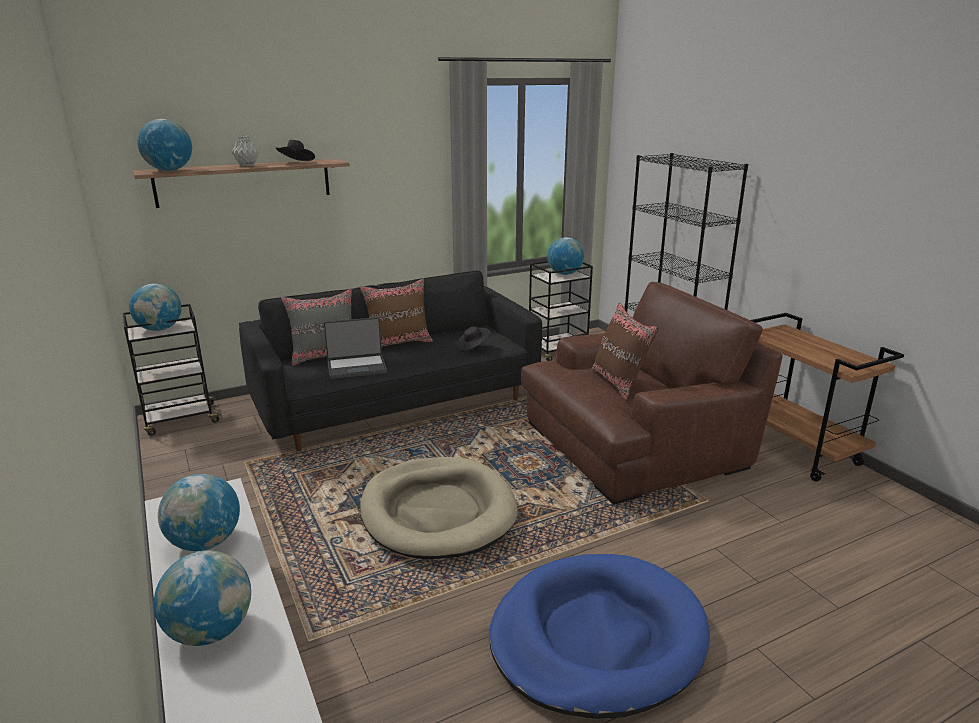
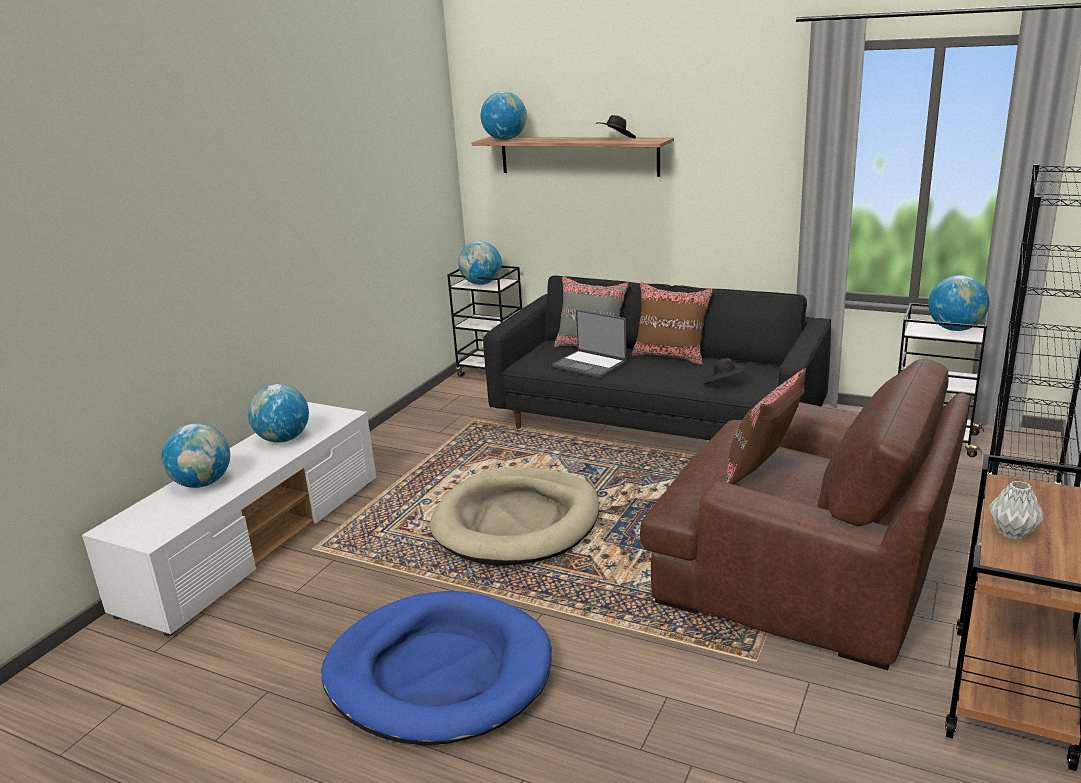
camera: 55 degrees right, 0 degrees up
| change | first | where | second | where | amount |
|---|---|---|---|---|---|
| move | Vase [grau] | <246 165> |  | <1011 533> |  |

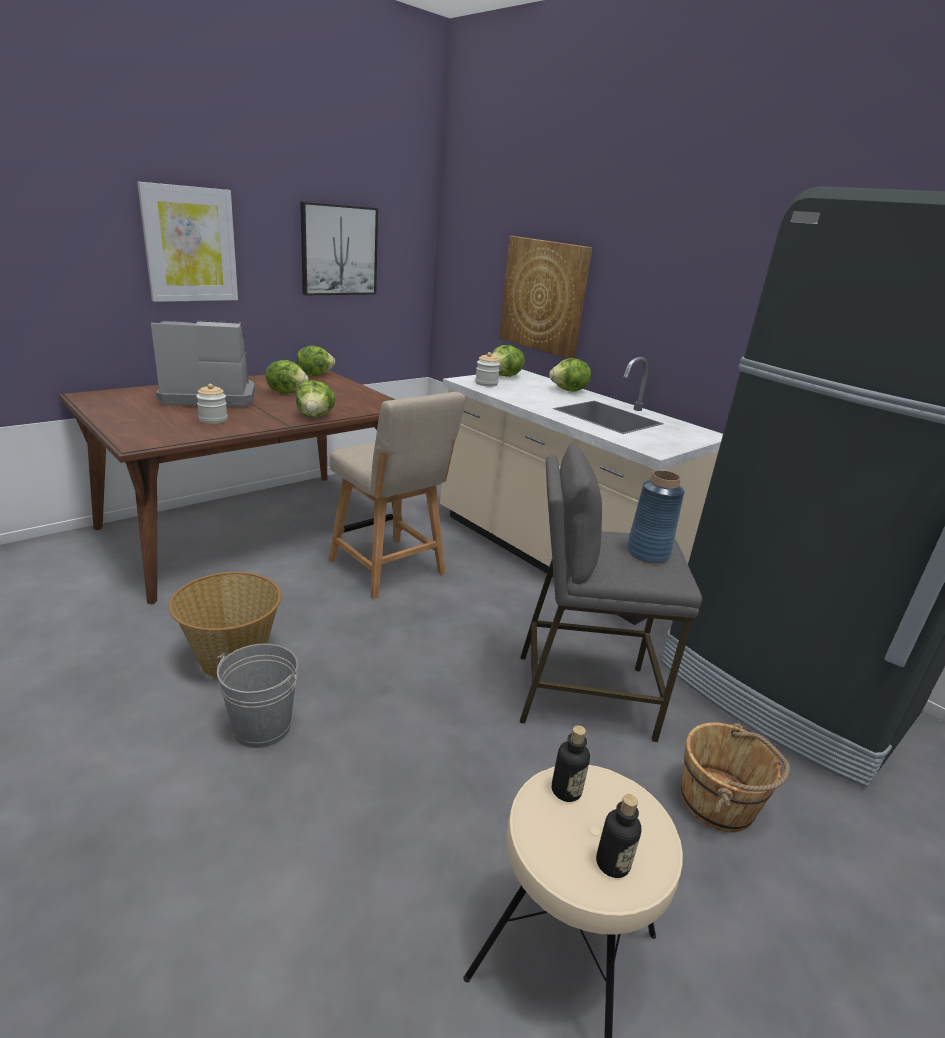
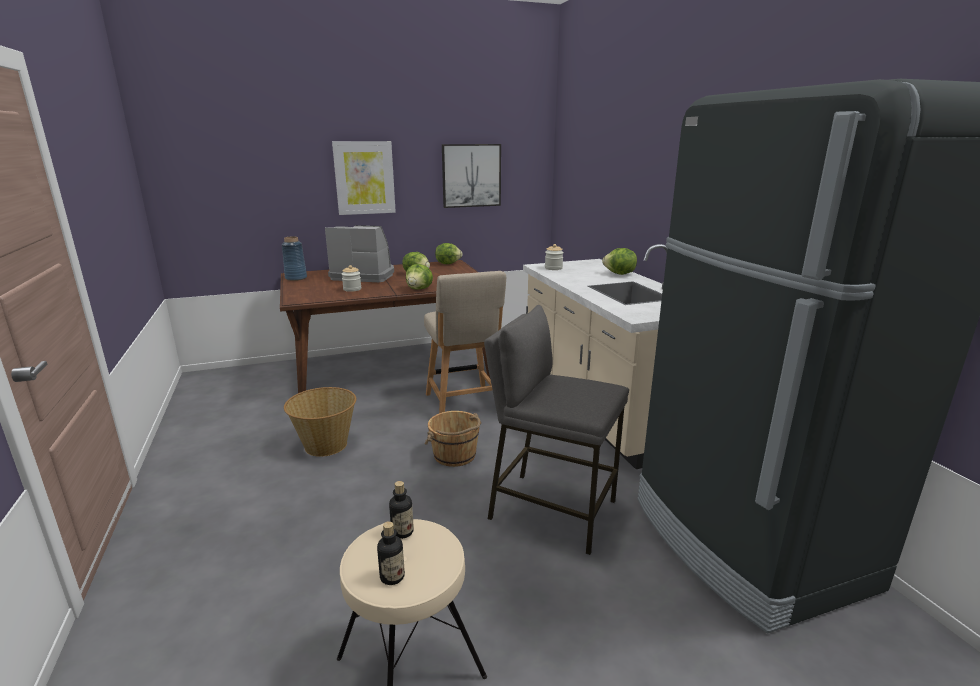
camera: 25 degrees right, 5 degrees down
| change | first | where | second | where | amount |
|---|---|---|---|---|---|
| delete | Bild | <544 296> |  |  |  |
| delete | Salatkopf | <505 376> |  |  |  |
| move | Vase [blau] | <647 553> |  | <296 278> |  |
| delete | Eimer [grau] | <262 727> |  |  |  |
| move | Eimer [braun] | <718 802> |  | <455 455> |  |

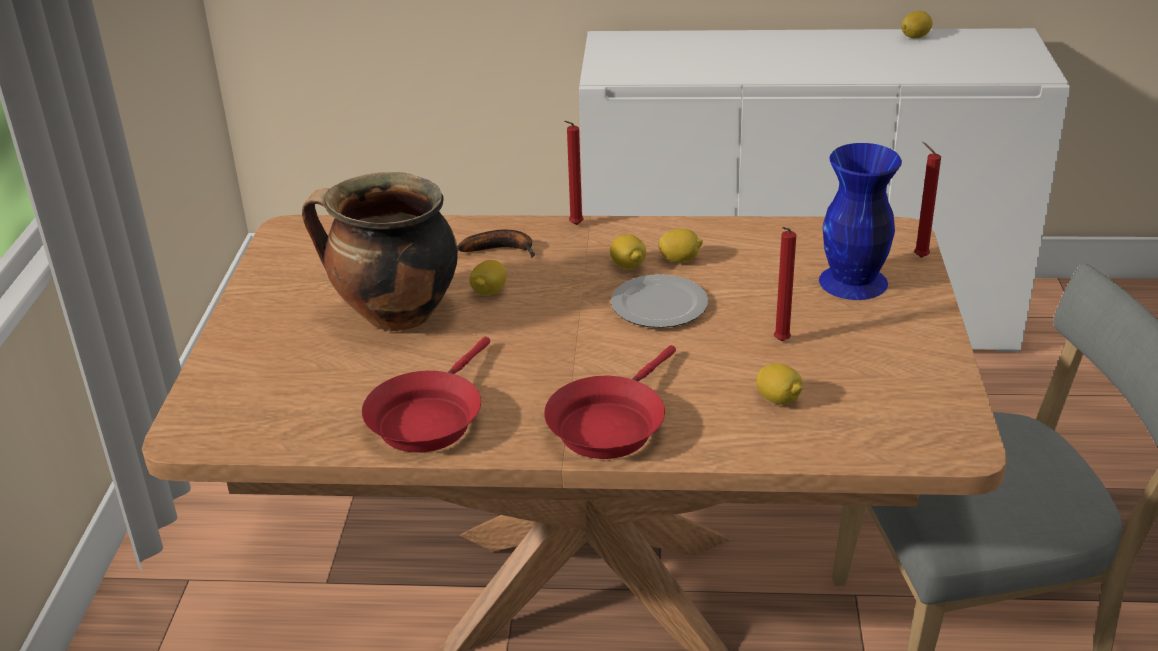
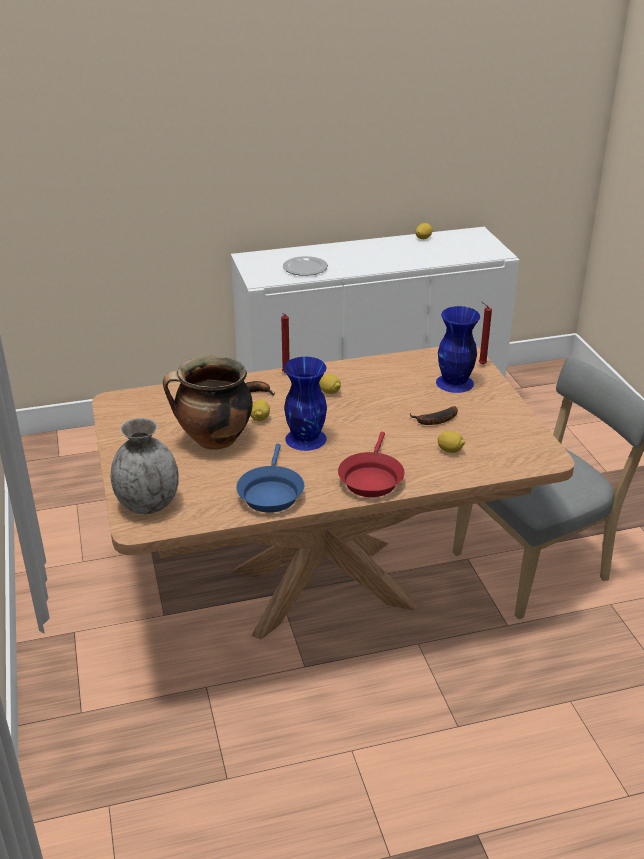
camera: 20 degrees left, 0 degrees up
| change | first | where | second | where | amount |
|---|---|---|---|---|---|
| replace | Kerze [rot] | <780 342> | Banane | <434 421> |  |
| delete | Zitrone | <680 259> |  |  |  |
| move | Teller | <659 304> |  | <305 268> |  |
| recolor | Pfanne [rot] | <428 418> | Pfanne [blau] | <270 493> |  |
| insert |  |  | Vase [blau] | <305 438> |  |
| insert |  |  | Vase [grau] | <148 504> |  |

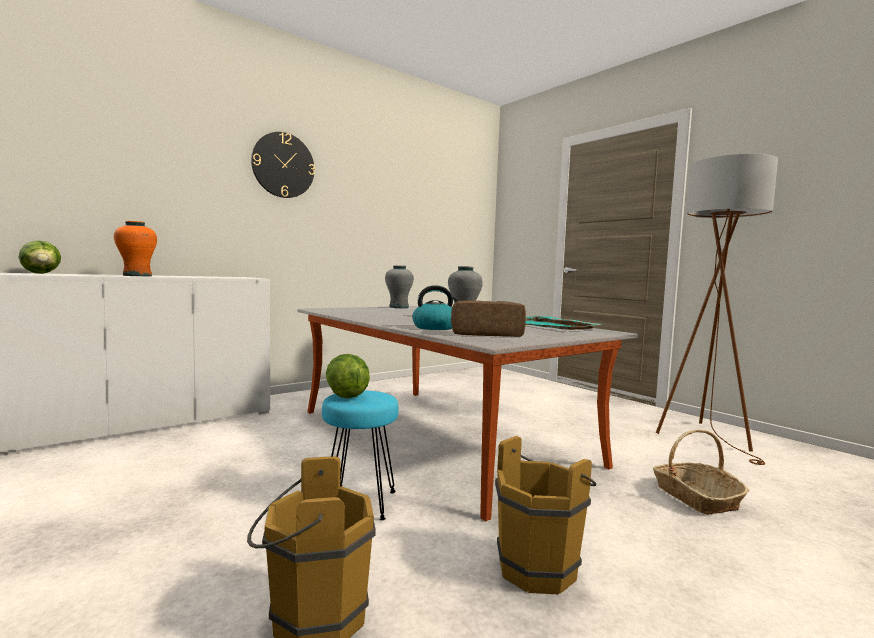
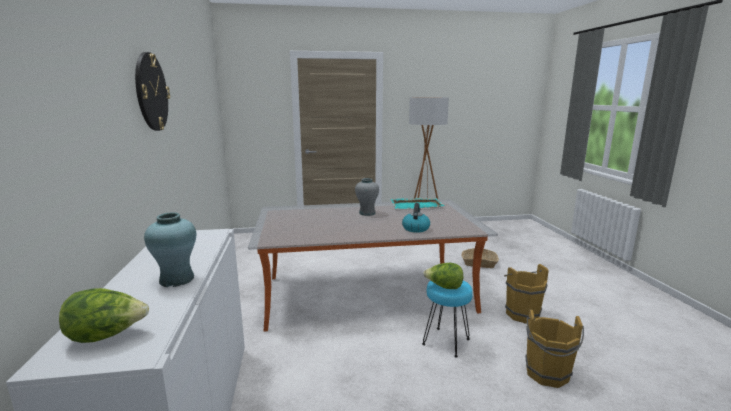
camera: 60 degrees left, 10 degrees up
| change | first | where | second | where | amount |
|---|---|---|---|---|---|
| recolor | Vase [orange] | <137 276> | Vase [türkis] | <177 279> |  |
| delete | Vase [grau] | <399 307> |  |  |  |
| delete | Brot | <487 334> |  |  |  |

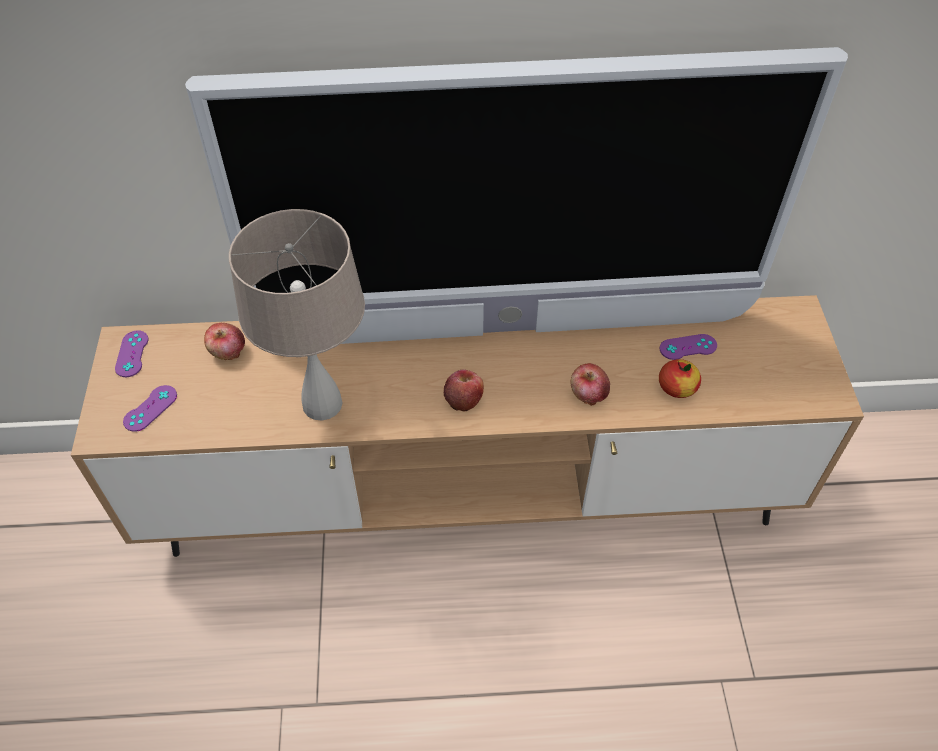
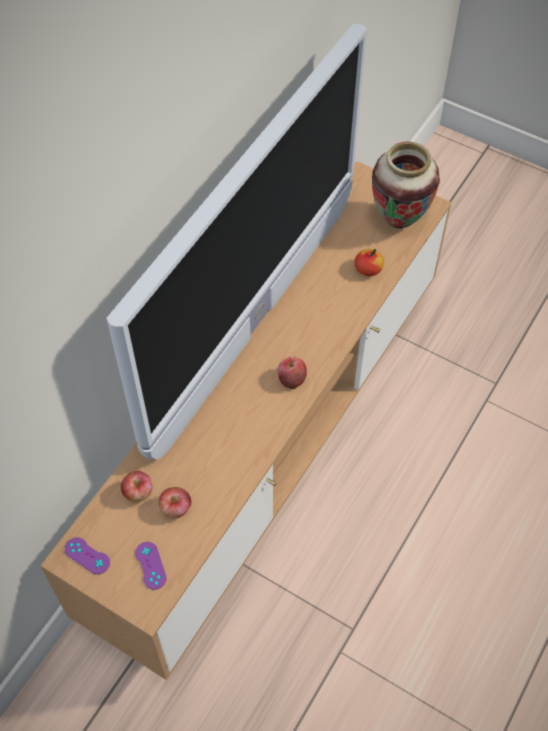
camera: 55 degrees left, 5 degrees up
| change | first | where | second | where | amount |
|---|---|---|---|---|---|
| delete | Tischlampe [beige] | <321 403> |  |  |  |
| delete | Gamepad [lila] | <688 347> |  |  |  |
| move | Apfel | <588 394> |  | <176 508> |  |
| insert |  |  | Vase | <399 221> |  |

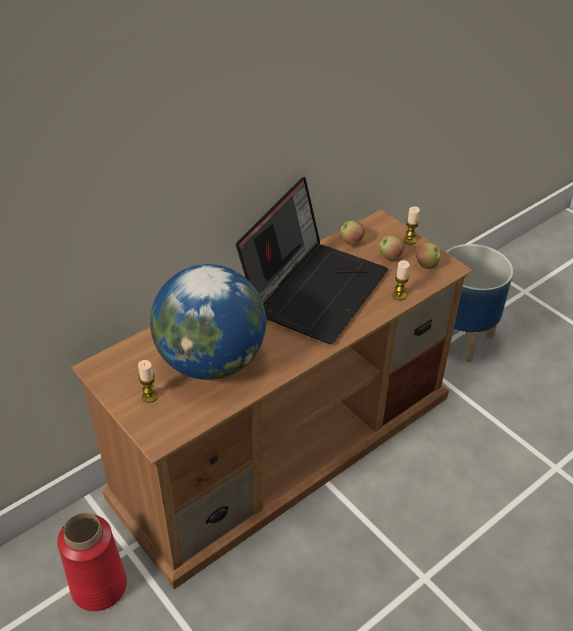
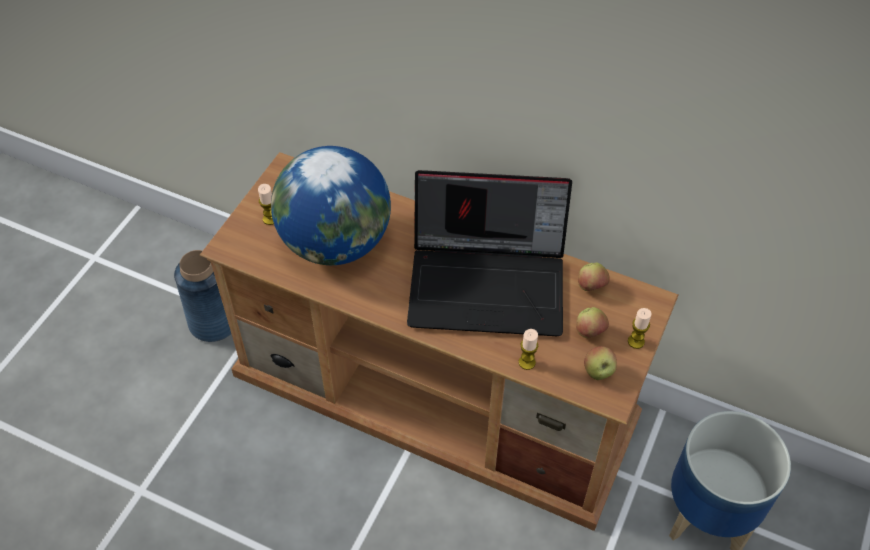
camera: 65 degrees right, 10 degrees up
| change | first | where | second | where | amount |
|---|---|---|---|---|---|
| recolor | Vase [rot] | <99 587> | Vase [blau] | <213 322> |  |

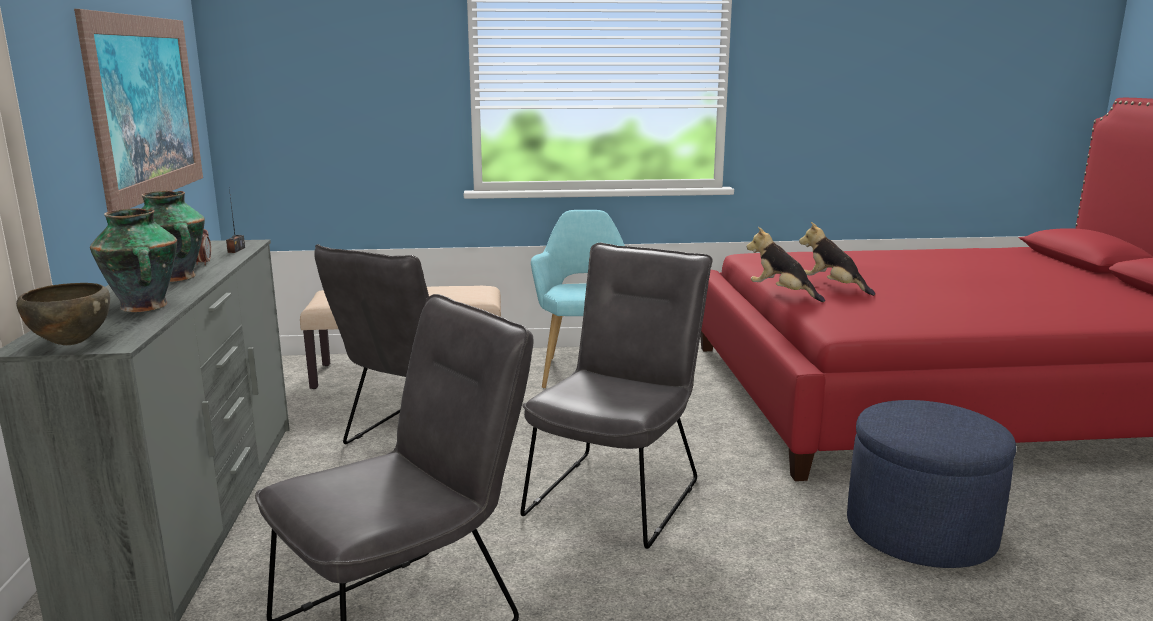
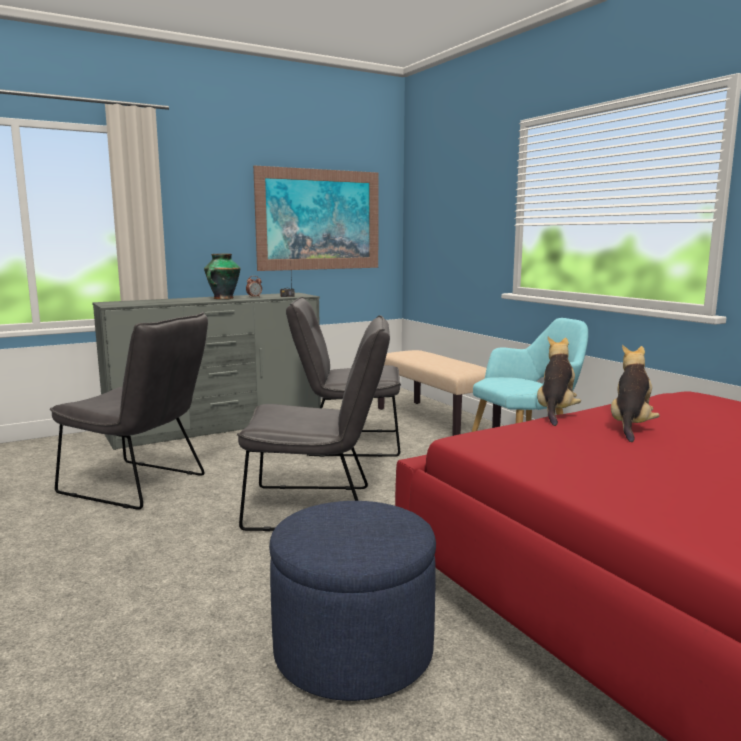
camera: 65 degrees right, 5 degrees down
| change | first | where | second | where | amount |
|---|---|---|---|---|---|
| delete | Vase | <144 307> |  |  |  |
| delete | Schüssel [braun] | <71 344> |  |  |  |

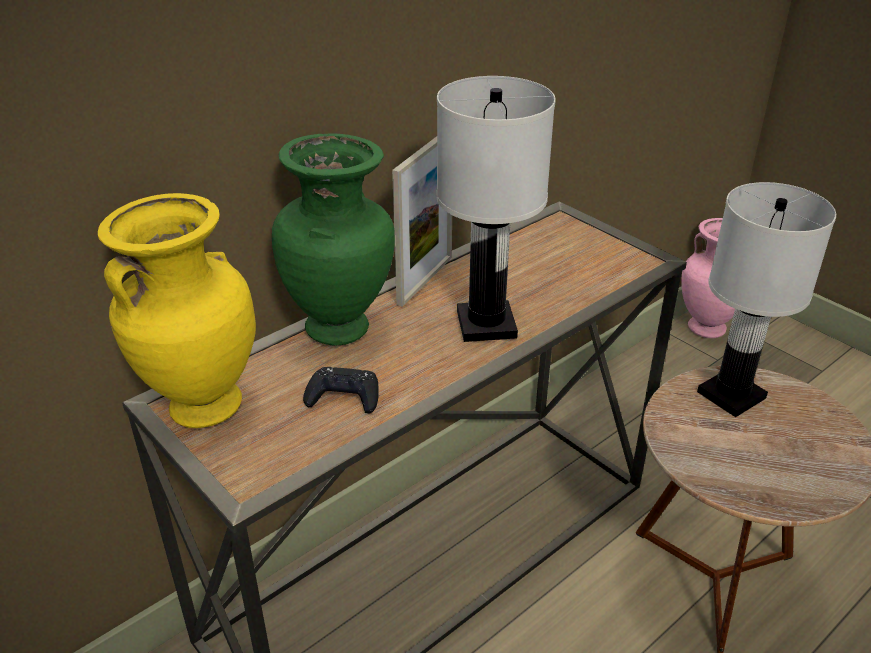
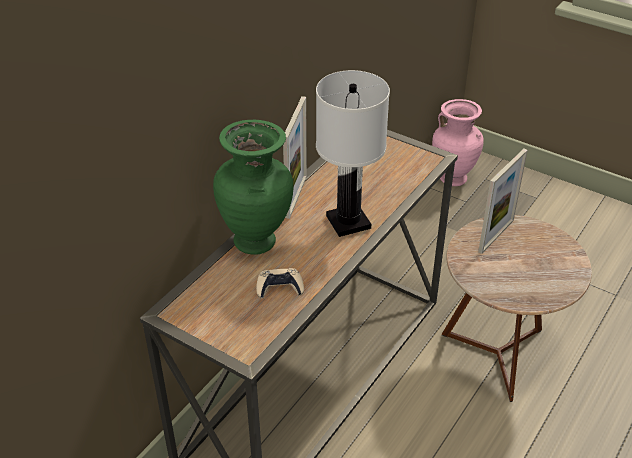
camera: 15 degrees left, 5 degrees up
| change | first | where | second | where | amount |
|---|---|---|---|---|---|
| replace | Tischlampe [weiß] | <731 394> | Bilderrahmen | <496 236> |  |
| delete | Vase [gelb] | <203 406> |  |  |  |
| recolor | Gamepad [schwarz] | <343 397> | Gamepad [beige] | <279 287> |  |

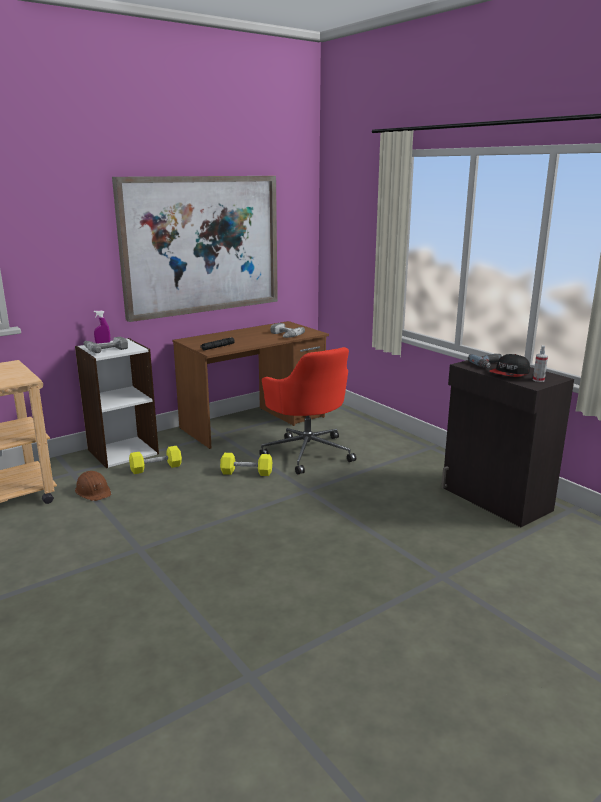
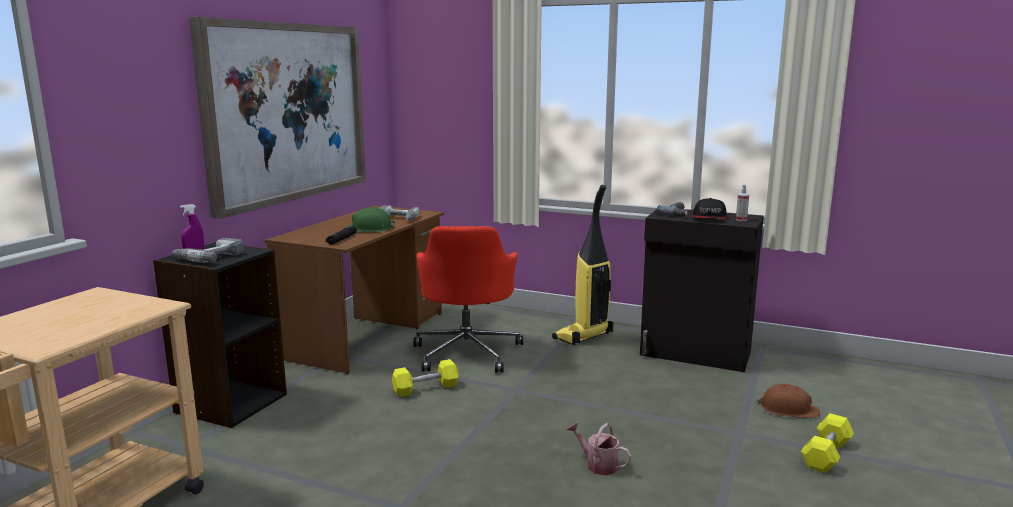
camera: 30 degrees left, 5 degrees down
| change | first | where | second | where | amount |
|---|---|---|---|---|---|
| recolor | Bücherregal [weiß] | <122 451> | Bücherregal [schwarz] | <230 403> |  |
| rotate | Bürostuhl [rot] | <307 452> |  | <467 352> | 60 degrees clockwise |
| move | Hantel [gelb] | <156 468> |  | <826 454> |  |
| move | Schutzhelm [braun] | <93 491> |  | <788 409> |  |
| insert |  |  | Staubsauger | <583 336> |  |
| insert |  |  | Schutzhelm [grün] | <369 229> |  |
| insert |  |  | Gießkanne | <598 464> |  |

